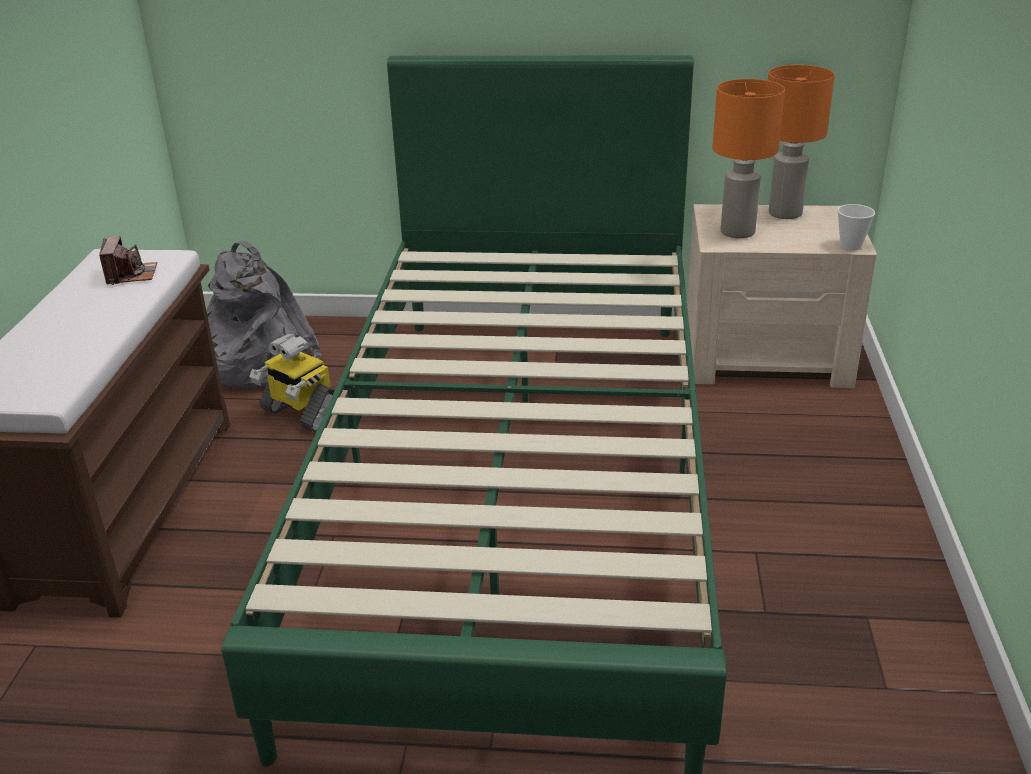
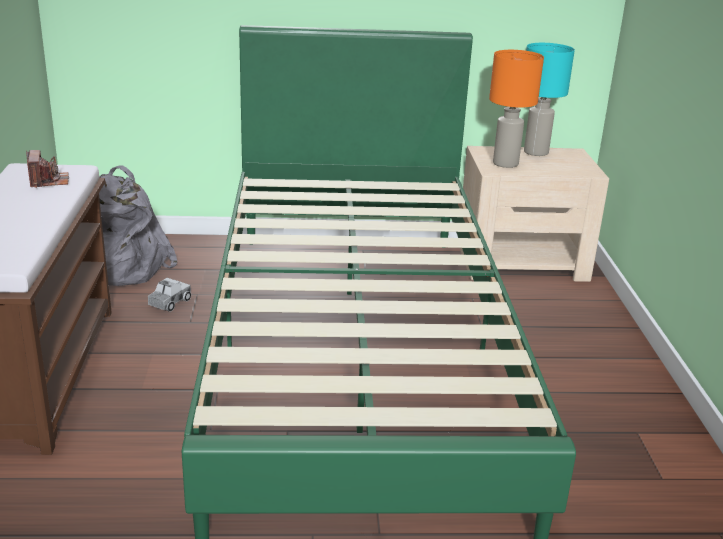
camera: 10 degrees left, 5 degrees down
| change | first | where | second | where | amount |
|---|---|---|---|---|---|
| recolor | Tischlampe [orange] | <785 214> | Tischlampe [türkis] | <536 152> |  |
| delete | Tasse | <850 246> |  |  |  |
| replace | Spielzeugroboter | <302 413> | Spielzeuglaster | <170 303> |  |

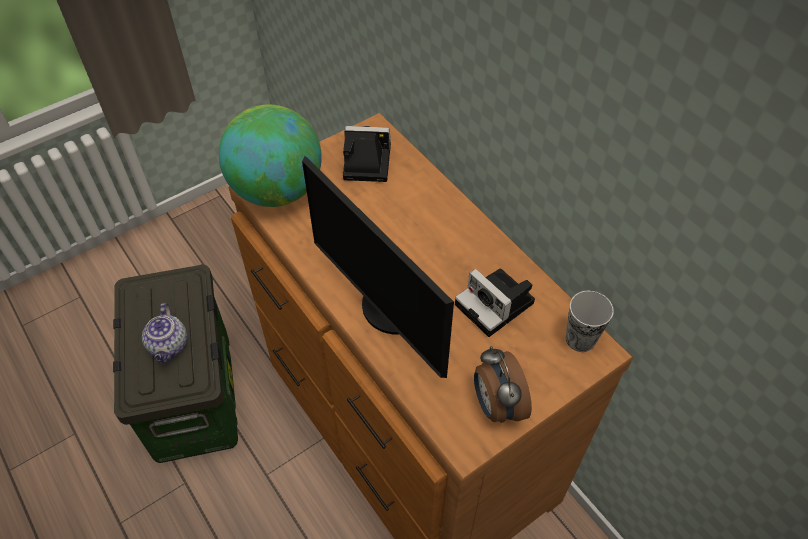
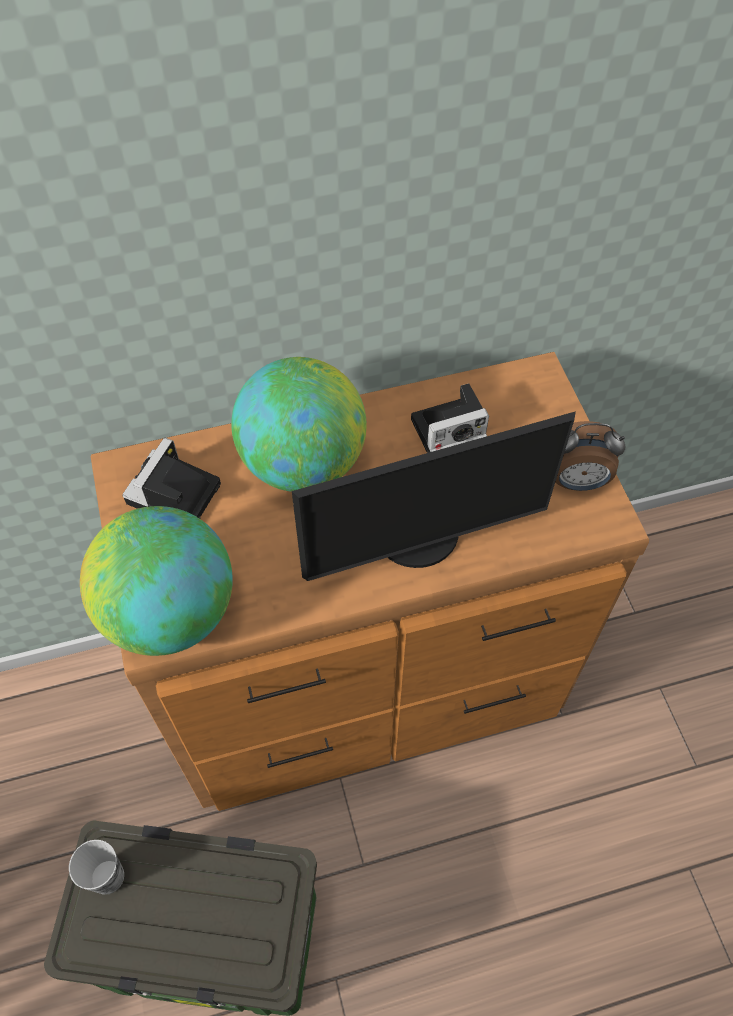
camera: 70 degrees left, 5 degrees up
| change | first | where | second | where | amount |
|---|---|---|---|---|---|
| move | Tasse | <580 339> |  | <107 877> |  |
| delete | Teekanne | <169 346> |  |  |  |
| insert |  |  | Globus | <303 462> |  |

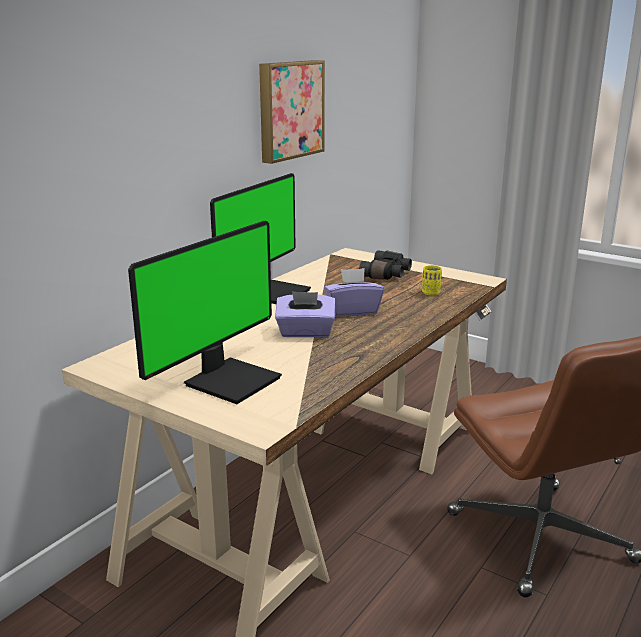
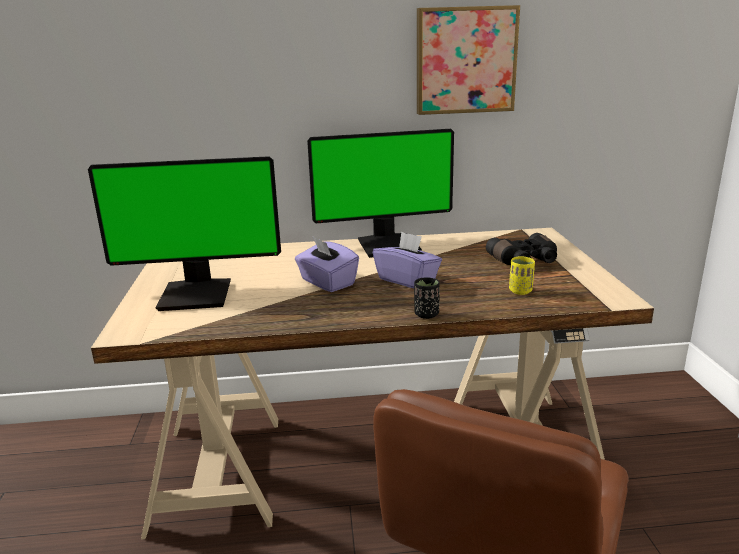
camera: 50 degrees right, 0 degrees up
| change | first | where | second | where | amount |
|---|---|---|---|---|---|
| insert |  |  | Tasse [schwarz] | <426 314> |  |

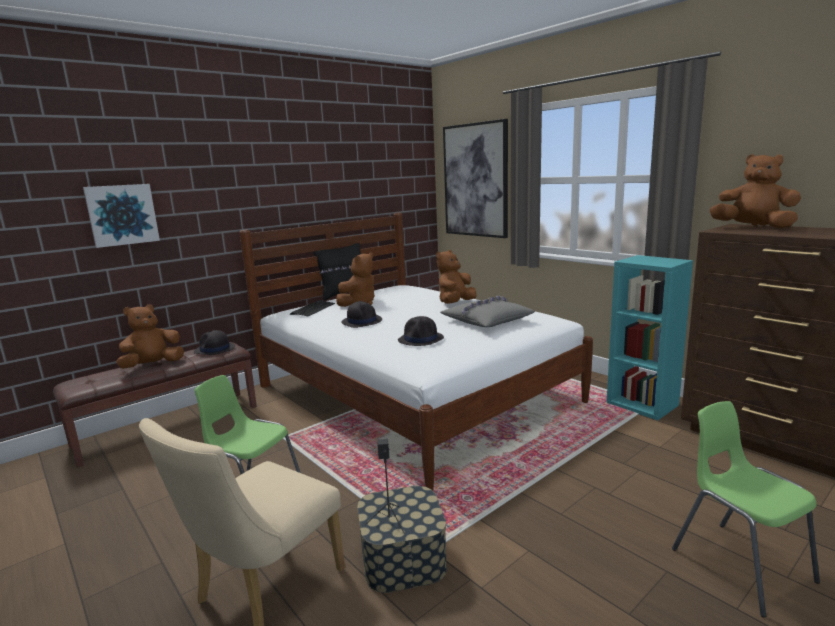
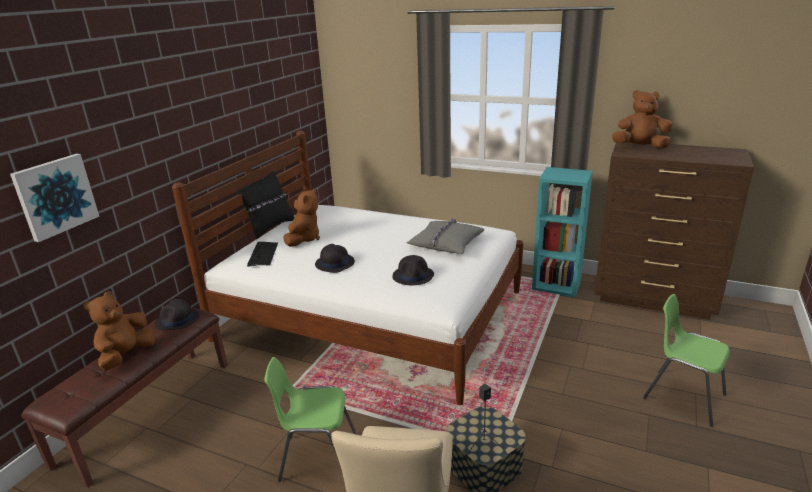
camera: 25 degrees left, 10 degrees up
| change | first | where | second | where | amount |
|---|---|---|---|---|---|
| delete | Bild | <475 180> |  |  |  |
| delete | Plüschtier [braun] | <455 303> |  |  |  |

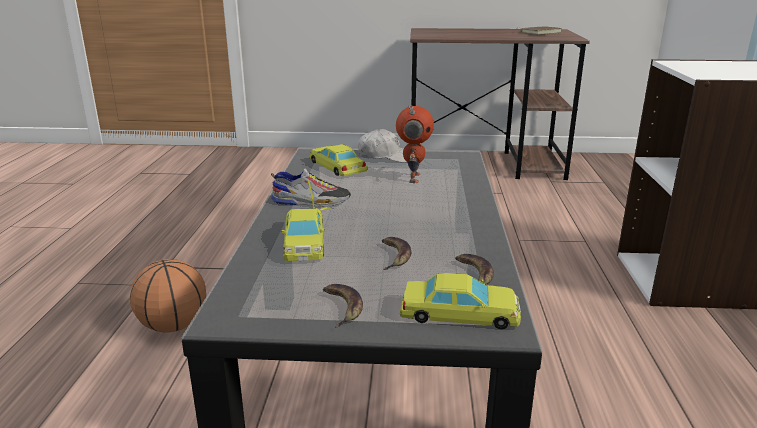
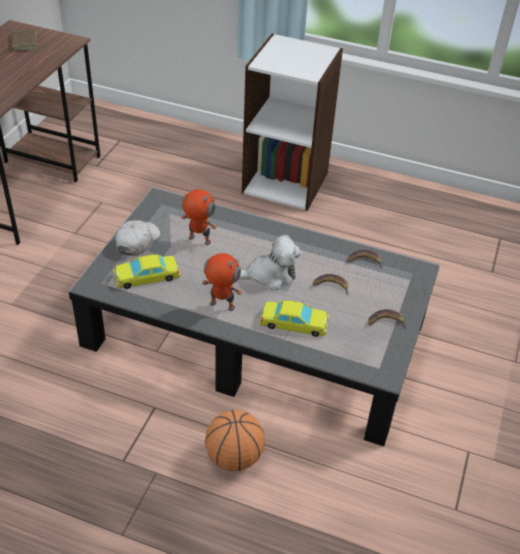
camera: 75 degrees left, 20 degrees up
| change | first | where | second | where | amount |
|---|---|---|---|---|---|
| replace | Schuh | <311 201> | Spielzeugroboter | <221 306> |  |
| delete | Spielzeugauto [gelb] | <460 312> |  |  |  |
| insert |  |  | Plüschtier | <269 275> |  |

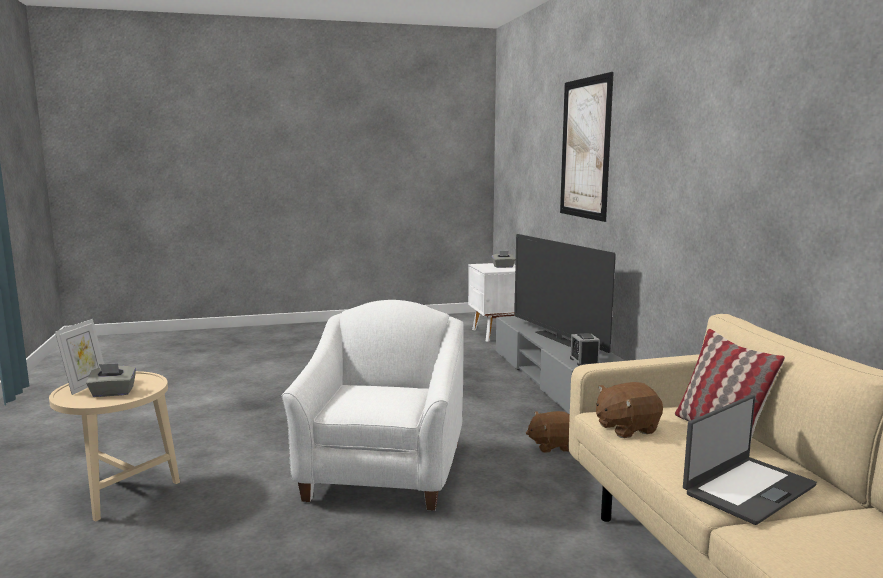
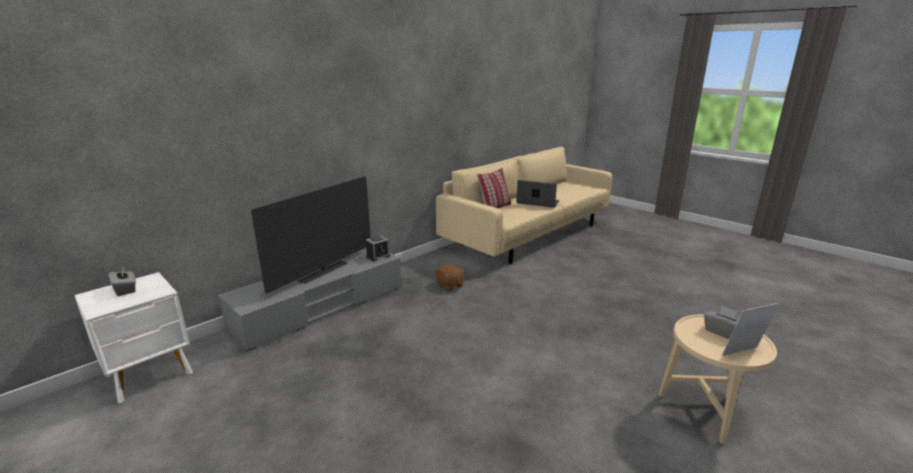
camera: 120 degrees left, 10 degrees up
| change | first | where | second | where | amount |
|---|---|---|---|---|---|
| delete | Bild | <585 148> |  |  |  |
| delete | Sessel [weiß] | <384 472> |  |  |  |
| delete | Plüschtier [braun] | <626 428> |  |  |  |

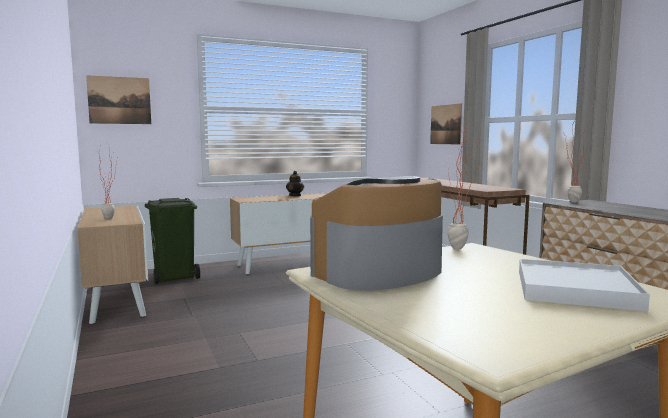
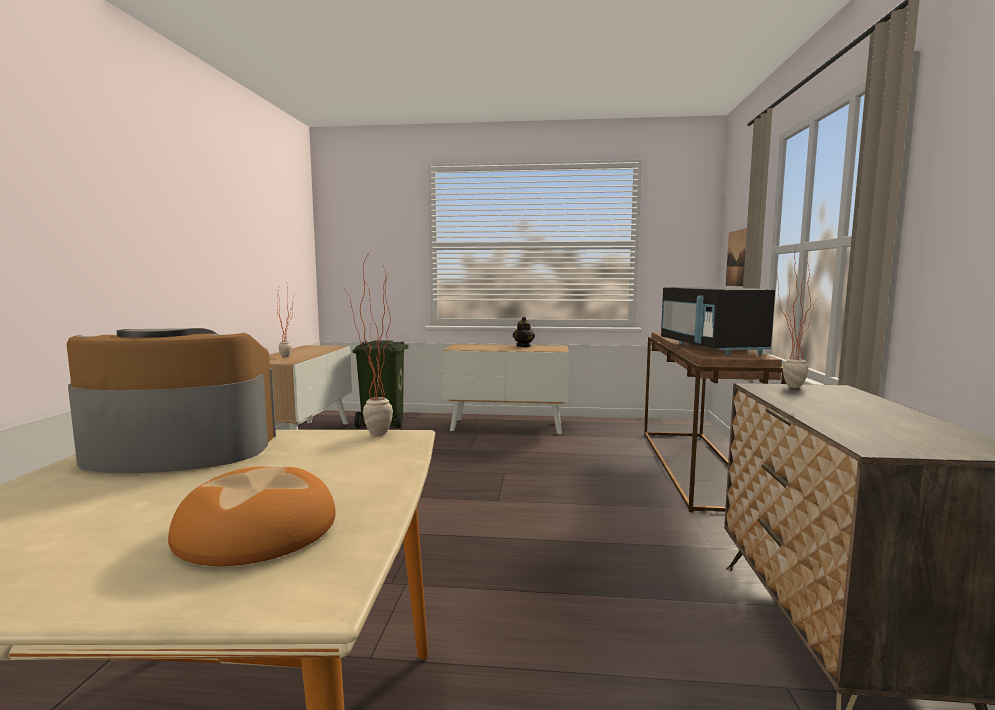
camera: 30 degrees right, 0 degrees up
| change | first | where | second | where | amount |
|---|---|---|---|---|---|
| delete | Bild | <119 100> |  |  |  |
| replace | Tablett [weiß] | <575 289> | Brot | <255 529> |  |
| insert |  |  | Mikrowelle [schwarz] | <711 348> |  |

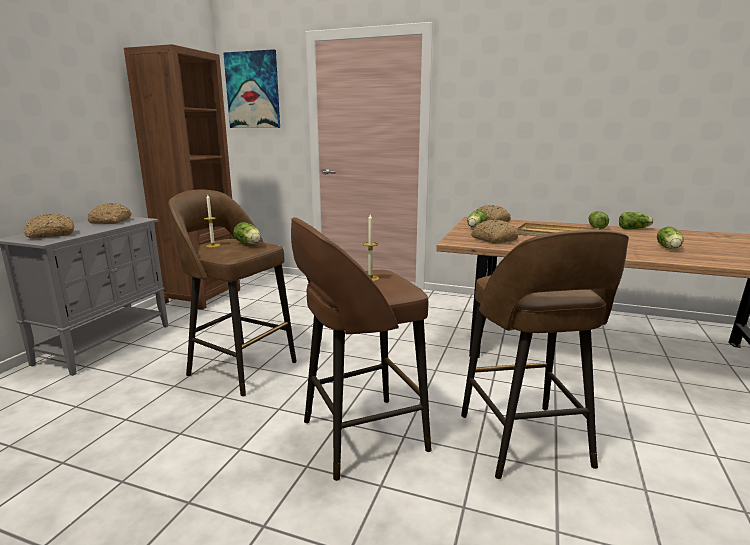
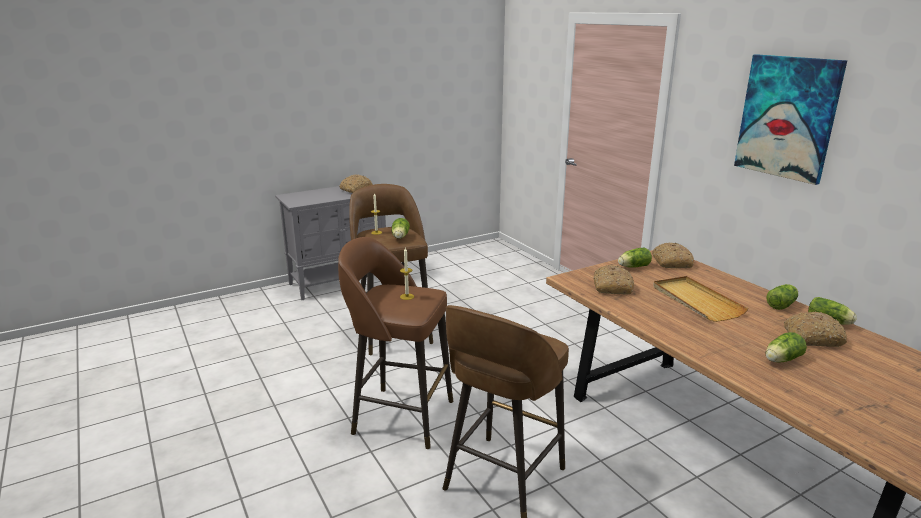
camera: 40 degrees right, 5 degrees up
| change | first | where | second | where | amount |
|---|---|---|---|---|---|
| delete | Bücherregal [braun] | <201 296> |  |  |  |
| move | Bild | <253 90> |  | <787 117> |  |
| move | Brot | <50 235> |  | <812 338> |  |

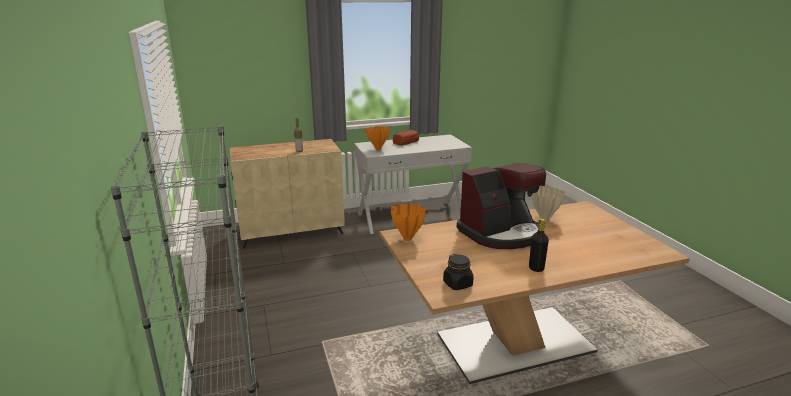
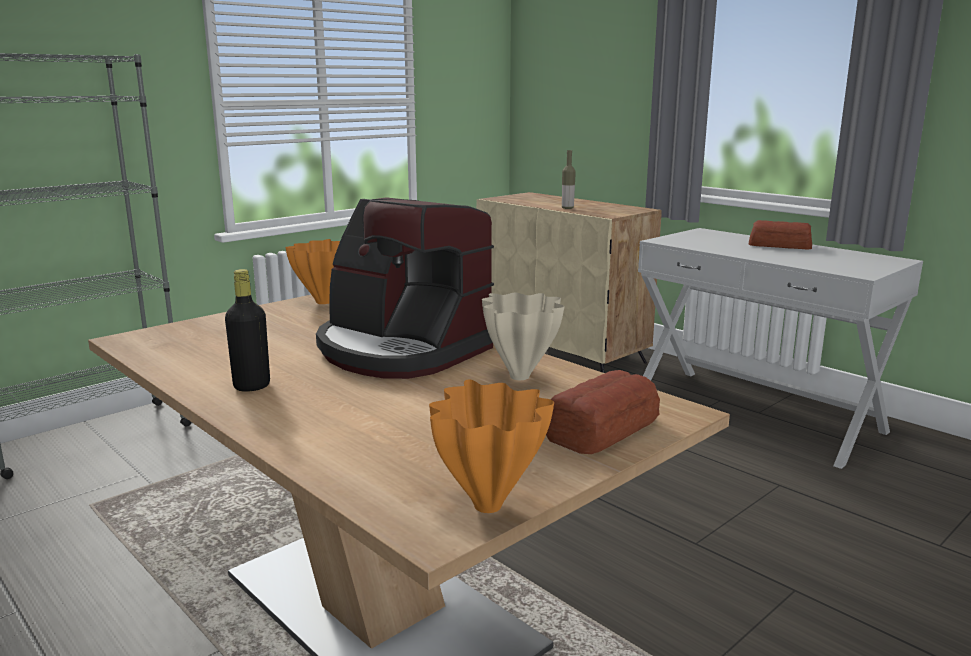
camera: 65 degrees right, 5 degrees down
| change | first | where | second | where | amount |
|---|---|---|---|---|---|
| move | Vase [orange] | <378 149> |  | <488 507> |  |
| delete | Vorratsglas [schwarz] | <458 284> |  |  |  |
| insert |  |  | Brot | <604 428> |  |

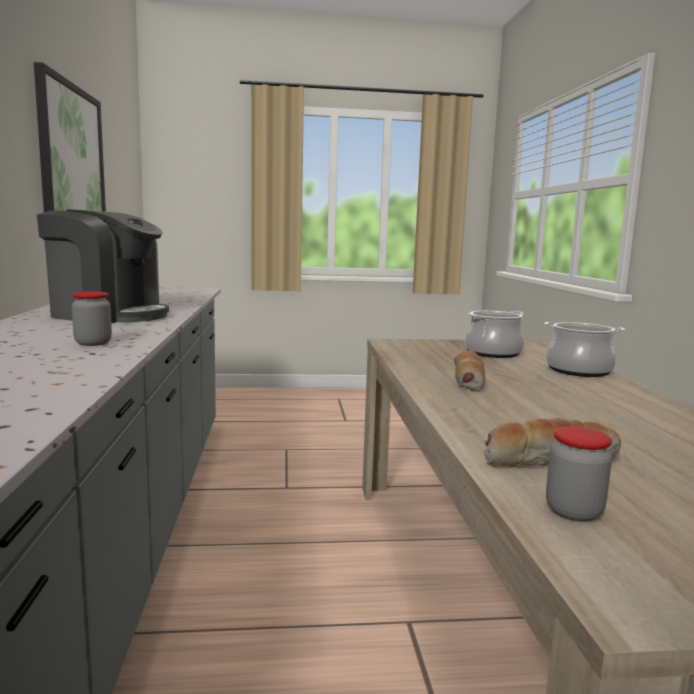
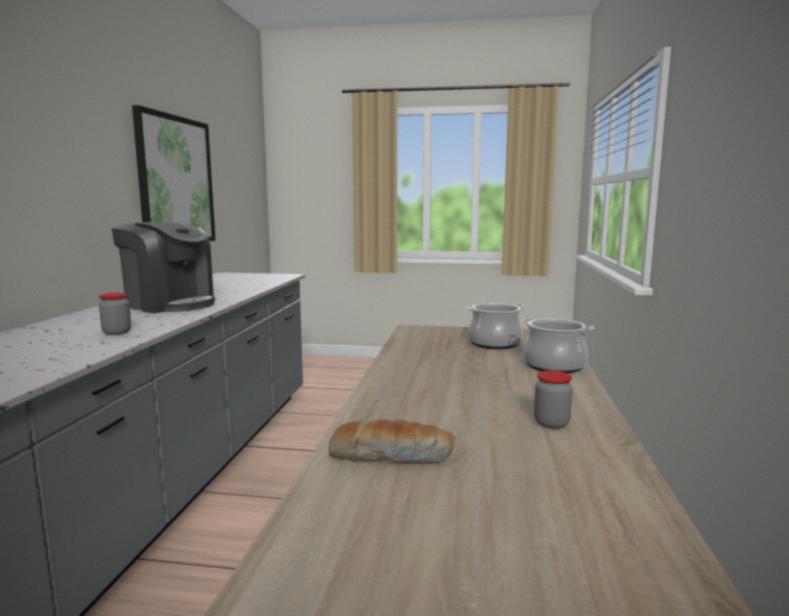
camera: 15 degrees right, 0 degrees up
| change | first | where | second | where | amount |
|---|---|---|---|---|---|
| delete | Brot | <467 380> |  |  |  |
| move | Vorratsglas | <573 511> |  | <551 423> |  |

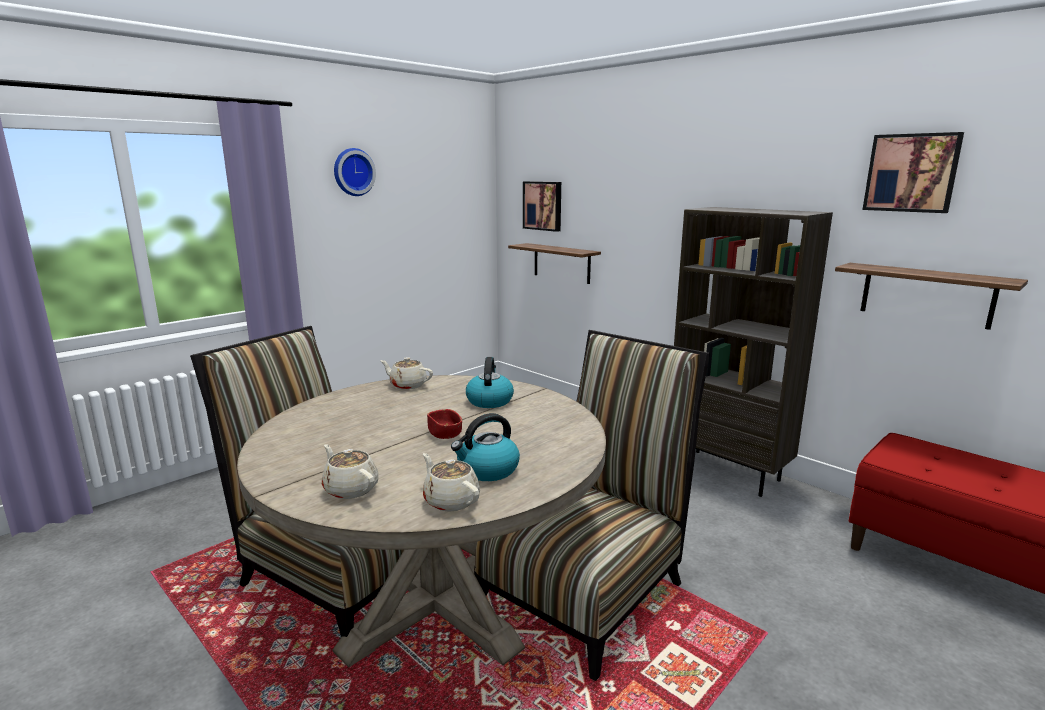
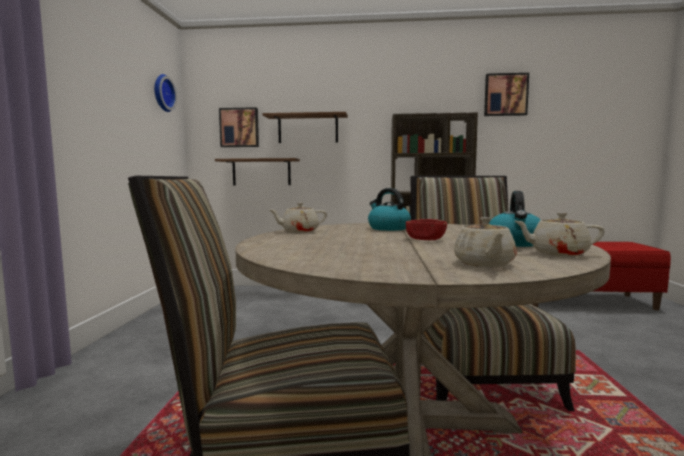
camera: 40 degrees left, 10 degrees down
| change | first | where | second | where | amount |
|---|---|---|---|---|---|
| move | Wanduhr | <353 172> |  | <162 93> |  |
| move | Wandregal | <926 295> |  | <308 129> |  |
| rotate | Teekanne [beige] | <350 489> |  | <484 264> | 90 degrees counterclockwise |

